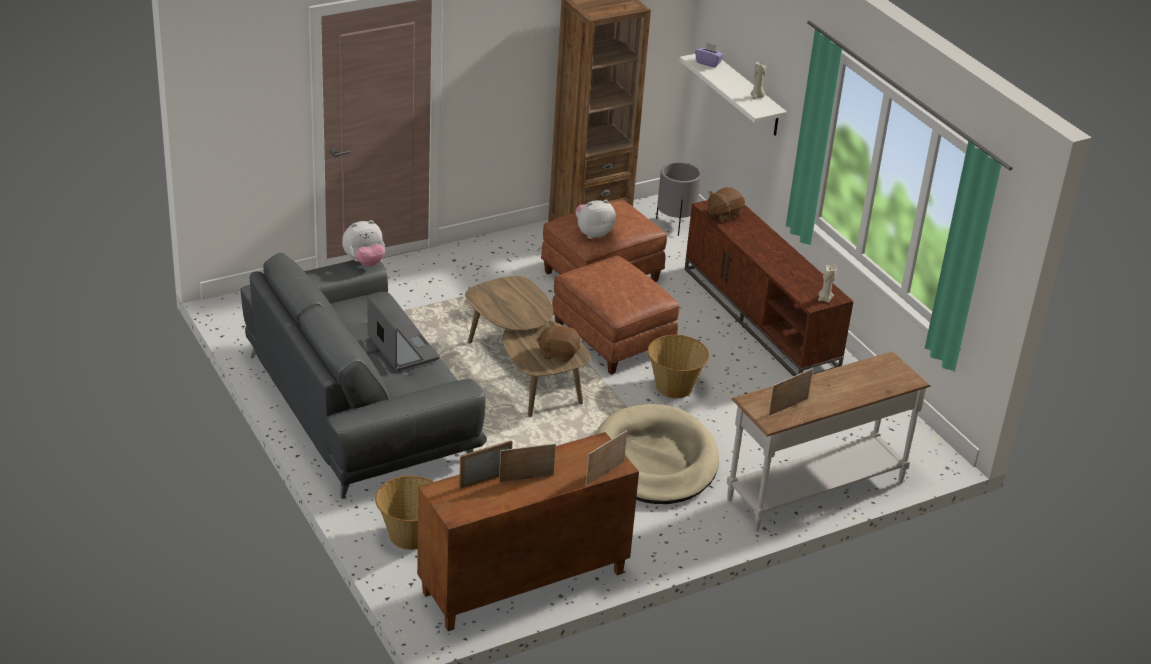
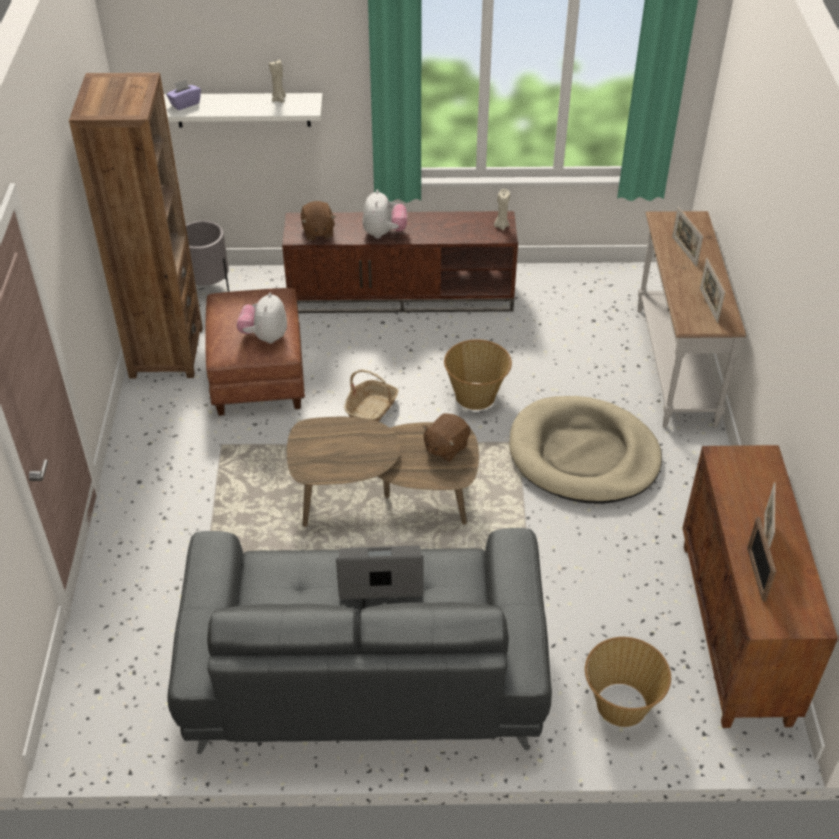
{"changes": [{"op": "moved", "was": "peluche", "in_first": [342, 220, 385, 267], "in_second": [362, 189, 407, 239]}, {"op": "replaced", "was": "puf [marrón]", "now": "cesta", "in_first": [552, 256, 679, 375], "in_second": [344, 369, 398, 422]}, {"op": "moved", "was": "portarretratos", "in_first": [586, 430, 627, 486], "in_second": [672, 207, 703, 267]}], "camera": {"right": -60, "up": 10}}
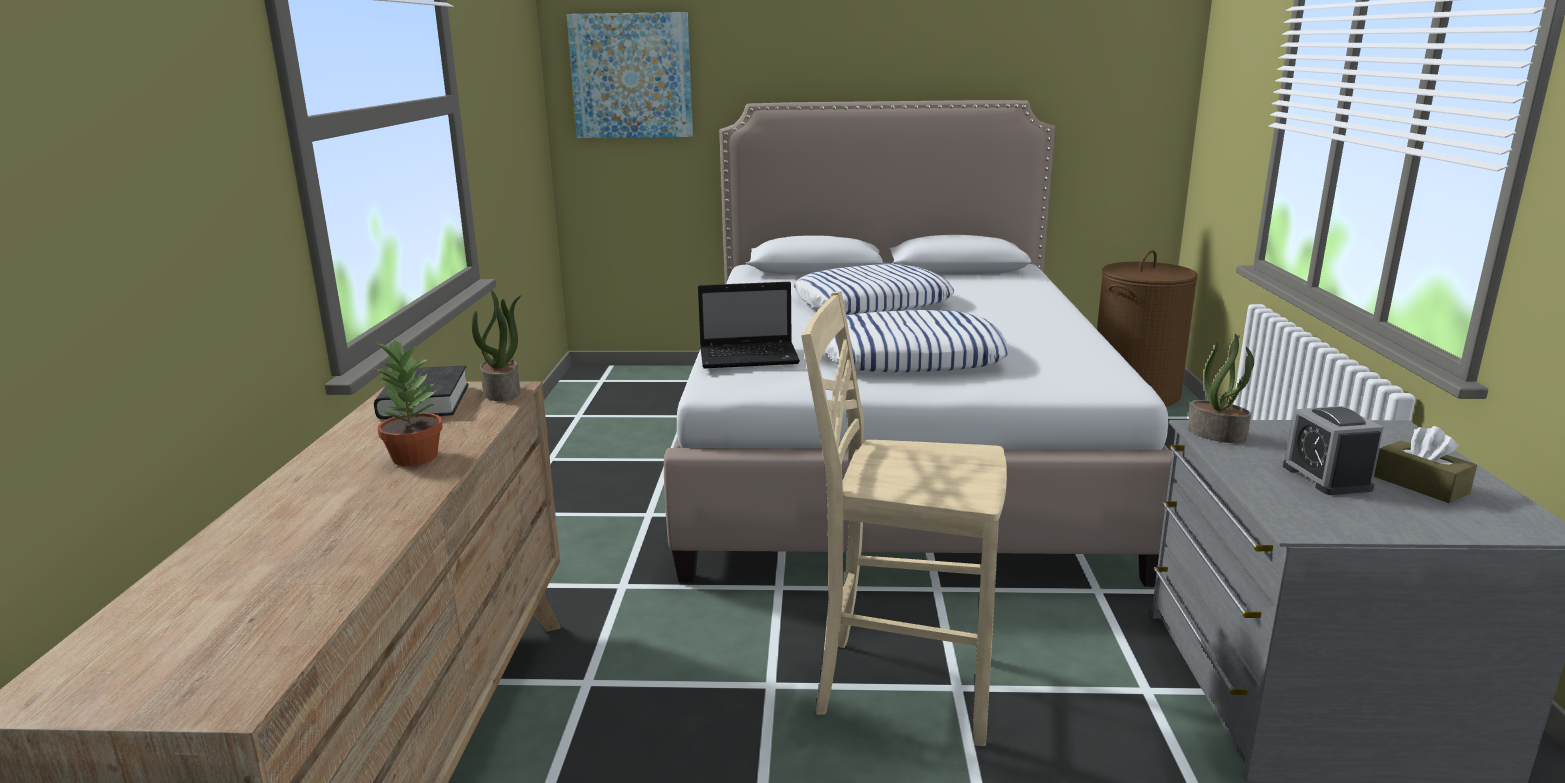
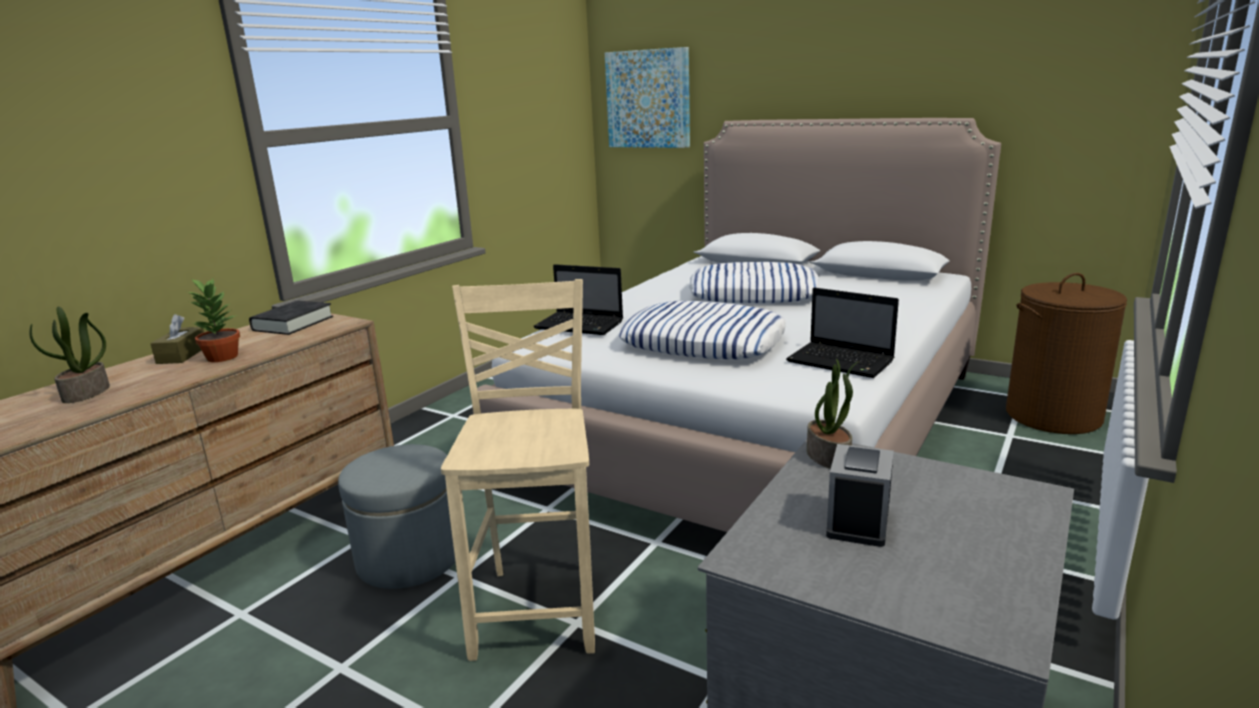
{"changes": [{"op": "moved", "was": "planta en maceta", "in_first": [472, 290, 521, 402], "in_second": [30, 306, 110, 403]}, {"op": "turned", "was": "silla [beis]", "in_first": [801, 291, 1007, 746], "in_second": [441, 279, 595, 661], "clockwise": 45}, {"op": "moved", "was": "caja de pañuelos [marrón]", "in_first": [1374, 426, 1477, 503], "in_second": [150, 314, 204, 364]}, {"op": "added", "now": "portátil", "in_second": [786, 288, 899, 378]}, {"op": "added", "now": "puf [gris]", "in_second": [338, 444, 455, 589]}], "camera": {"right": 30, "up": 0}}
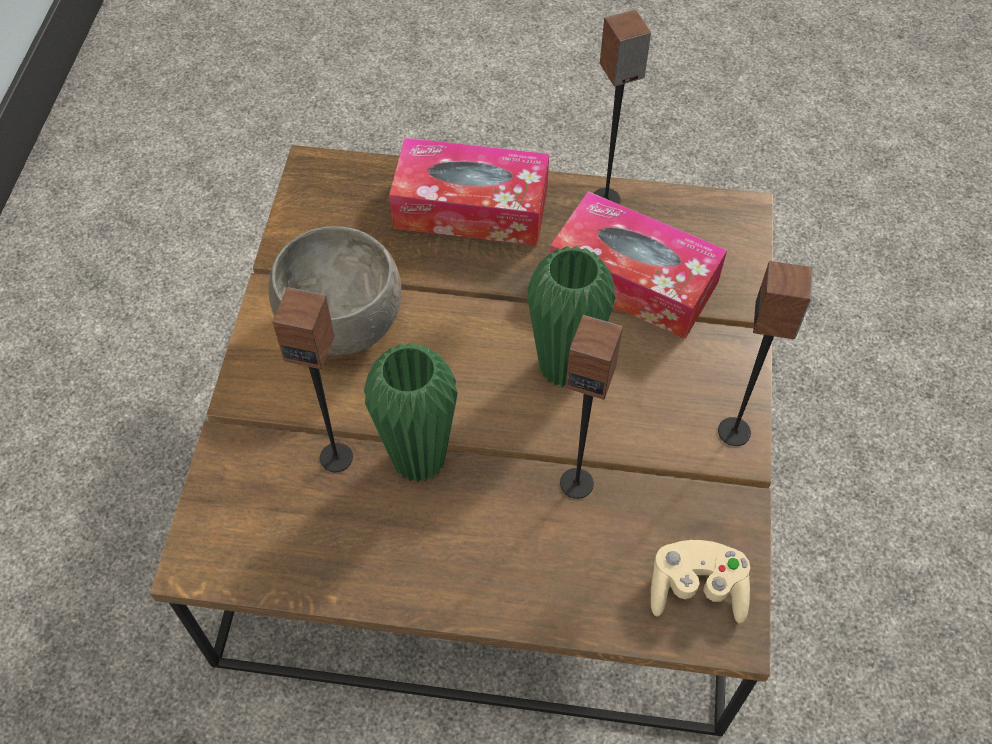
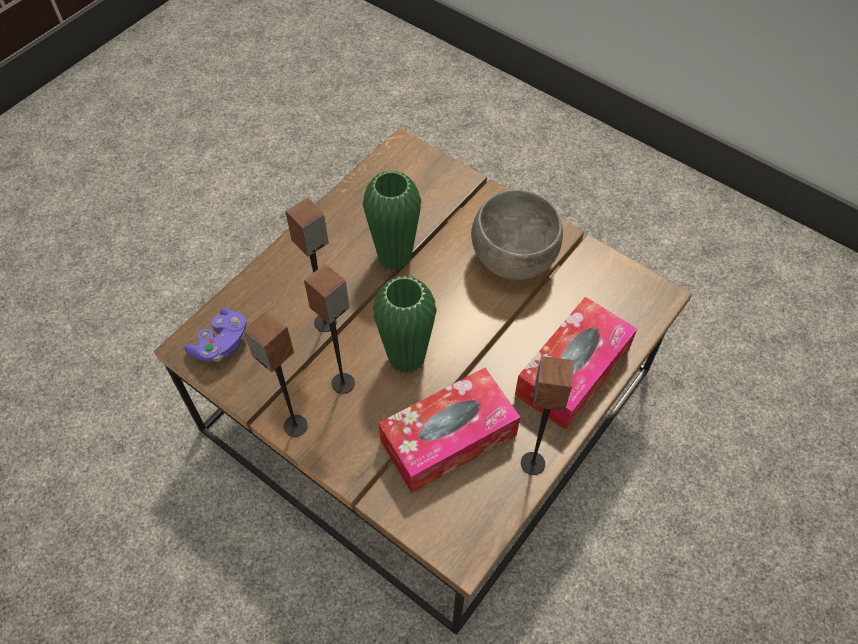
{"changes": [{"op": "moved", "was": "altavoz", "in_first": [273, 287, 353, 472], "in_second": [304, 264, 355, 394]}, {"op": "recoloured", "was": "mando de consola [beis]", "now": "mando de consola [morado]", "in_first": [651, 540, 750, 624], "in_second": [184, 308, 247, 362]}], "camera": {"right": 120, "up": 0}}
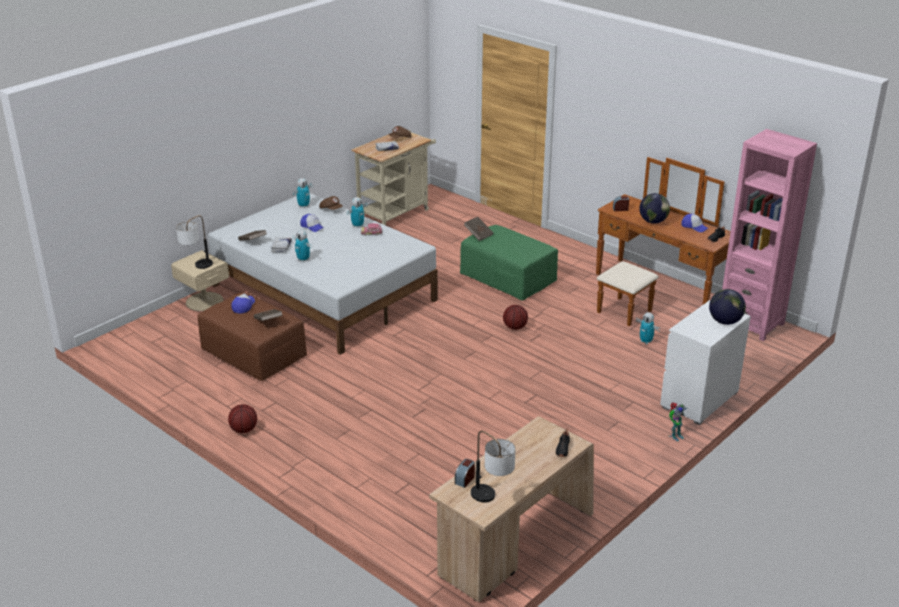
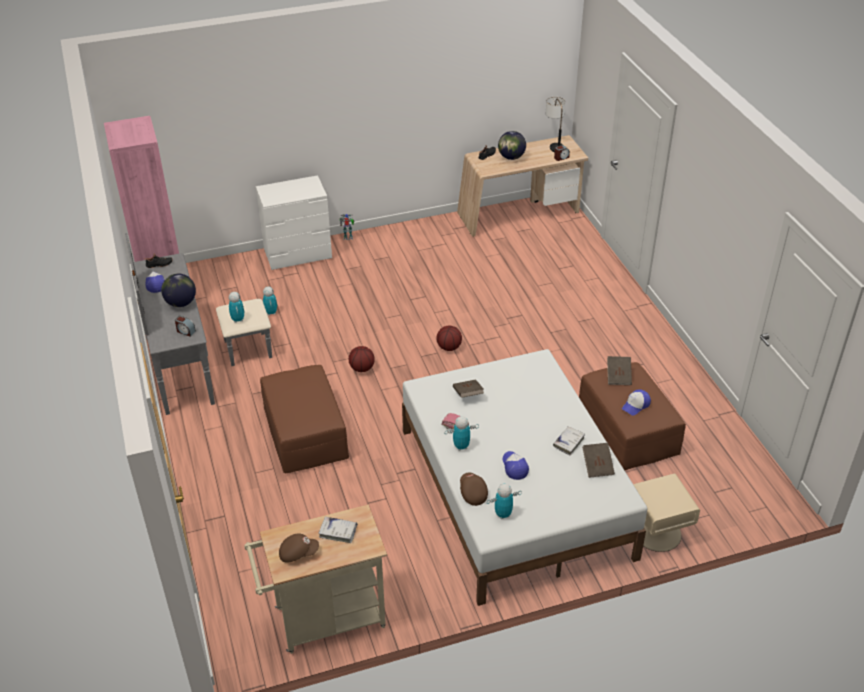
{"changes": [{"op": "recoloured", "was": "cómoda [marrón]", "now": "cómoda [gris]", "in_first": [596, 157, 731, 326], "in_second": [125, 233, 272, 415]}, {"op": "removed", "was": "lámpara de mesa", "in_first": [176, 215, 213, 269]}, {"op": "moved", "was": "libro [marrón]", "in_first": [464, 217, 494, 241], "in_second": [453, 379, 484, 398]}, {"op": "recoloured", "was": "puf [verde]", "now": "puf [marrón]", "in_first": [460, 225, 558, 301], "in_second": [260, 365, 349, 473]}, {"op": "moved", "was": "robot de juguete", "in_first": [293, 230, 312, 262], "in_second": [229, 292, 245, 323]}, {"op": "moved", "was": "globo terráqueo", "in_first": [709, 289, 746, 325], "in_second": [498, 131, 526, 160]}, {"op": "moved", "was": "balón de baloncesto", "in_first": [228, 404, 257, 433], "in_second": [436, 325, 462, 351]}], "camera": {"right": -150, "up": 10}}
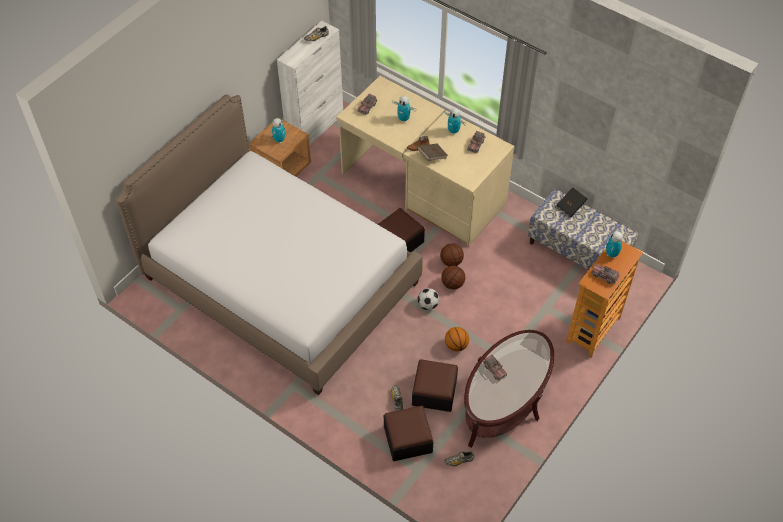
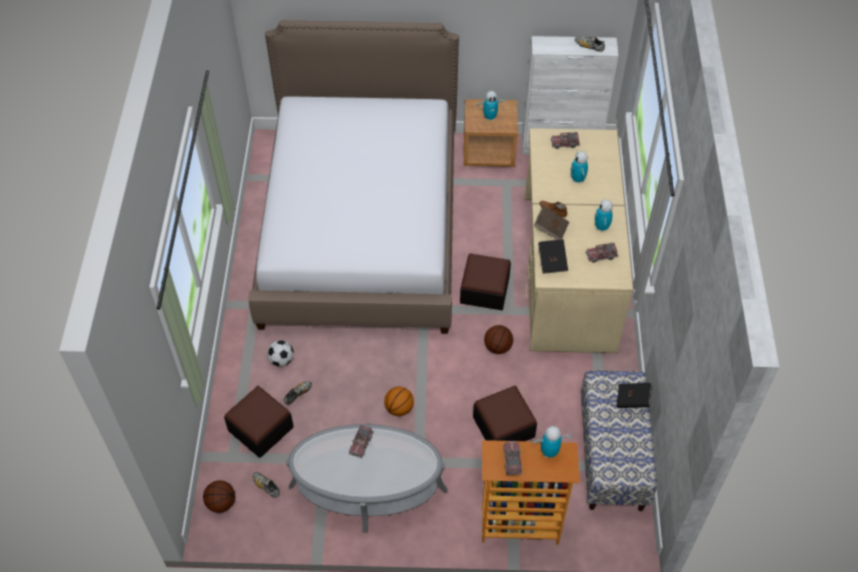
{"changes": [{"op": "moved", "was": "balón de baloncesto", "in_first": [441, 266, 465, 289], "in_second": [203, 480, 235, 513]}, {"op": "moved", "was": "balón de fútbol", "in_first": [418, 288, 439, 310], "in_second": [267, 340, 294, 367]}, {"op": "recoloured", "was": "mesa de centro [marrón]", "now": "mesa de centro [gris]", "in_first": [464, 330, 554, 448], "in_second": [286, 423, 447, 533]}, {"op": "moved", "was": "puf", "in_first": [412, 359, 458, 412], "in_second": [473, 386, 537, 441]}, {"op": "added", "now": "libro [negro]", "in_second": [538, 239, 568, 274]}], "camera": {"right": 55, "up": 0}}
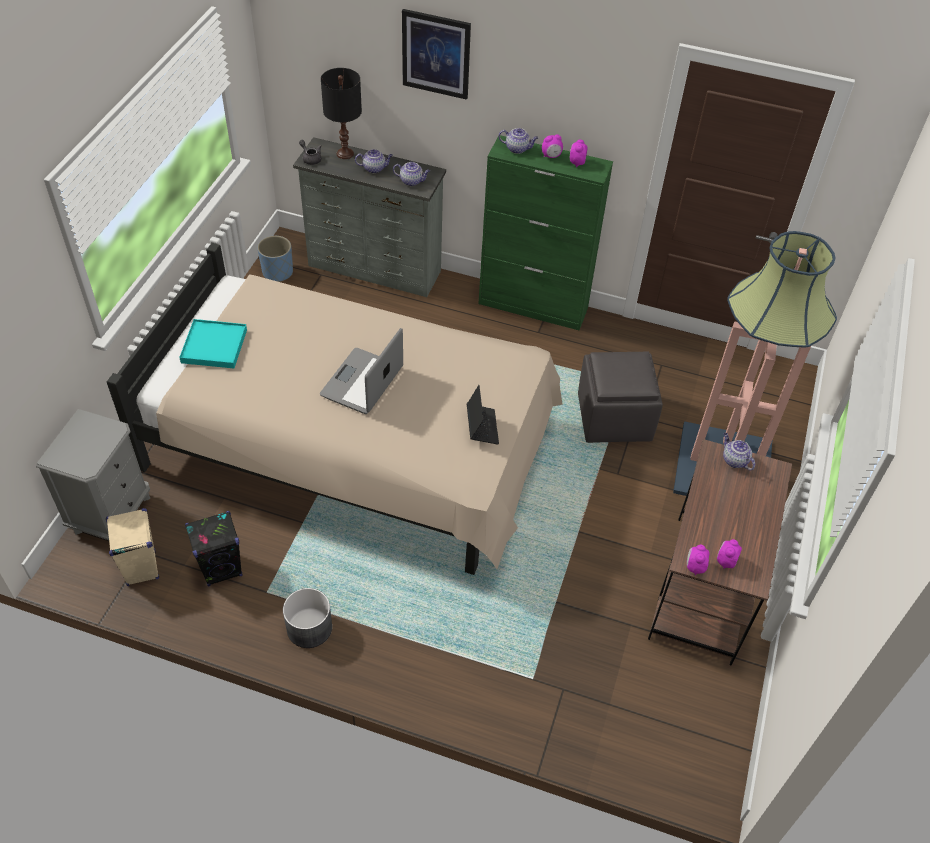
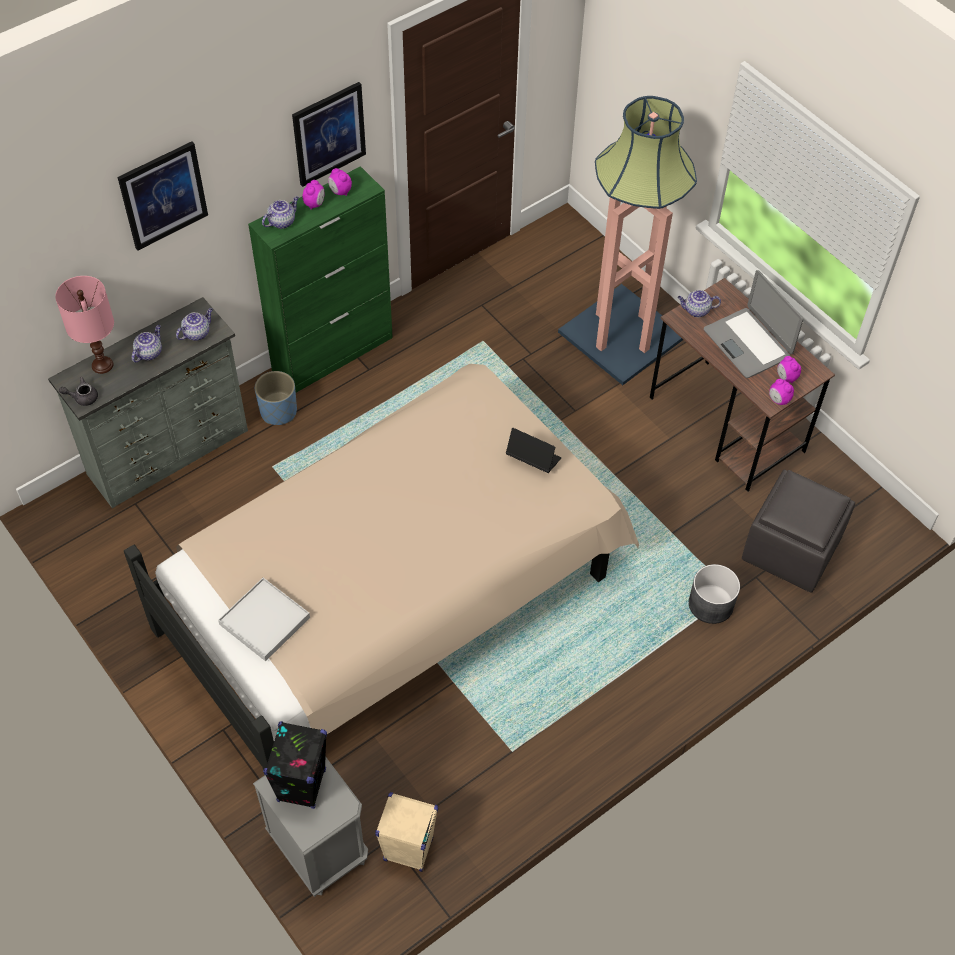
{"changes": [{"op": "recoloured", "was": "lámpara de mesa [negro]", "now": "lámpara de mesa [rosa]", "in_first": [321, 68, 362, 159], "in_second": [55, 276, 114, 374]}, {"op": "moved", "was": "maceta [azul]", "in_first": [257, 236, 293, 282], "in_second": [255, 371, 297, 425]}, {"op": "recoloured", "was": "bandeja [turquesa]", "now": "bandeja [blanco]", "in_first": [179, 319, 247, 369], "in_second": [218, 578, 310, 661]}, {"op": "moved", "was": "portátil", "in_first": [320, 328, 403, 414], "in_second": [704, 270, 803, 378]}, {"op": "moved", "was": "puf [gris]", "in_first": [578, 352, 663, 443], "in_second": [742, 470, 855, 592]}, {"op": "moved", "was": "altavoz [negro]", "in_first": [185, 511, 242, 586], "in_second": [263, 721, 327, 809]}, {"op": "moved", "was": "maceta [gris]", "in_first": [283, 588, 332, 648], "in_second": [689, 564, 740, 624]}, {"op": "added", "now": "cuadro", "in_second": [292, 82, 366, 187]}], "camera": {"right": -55, "up": 5}}
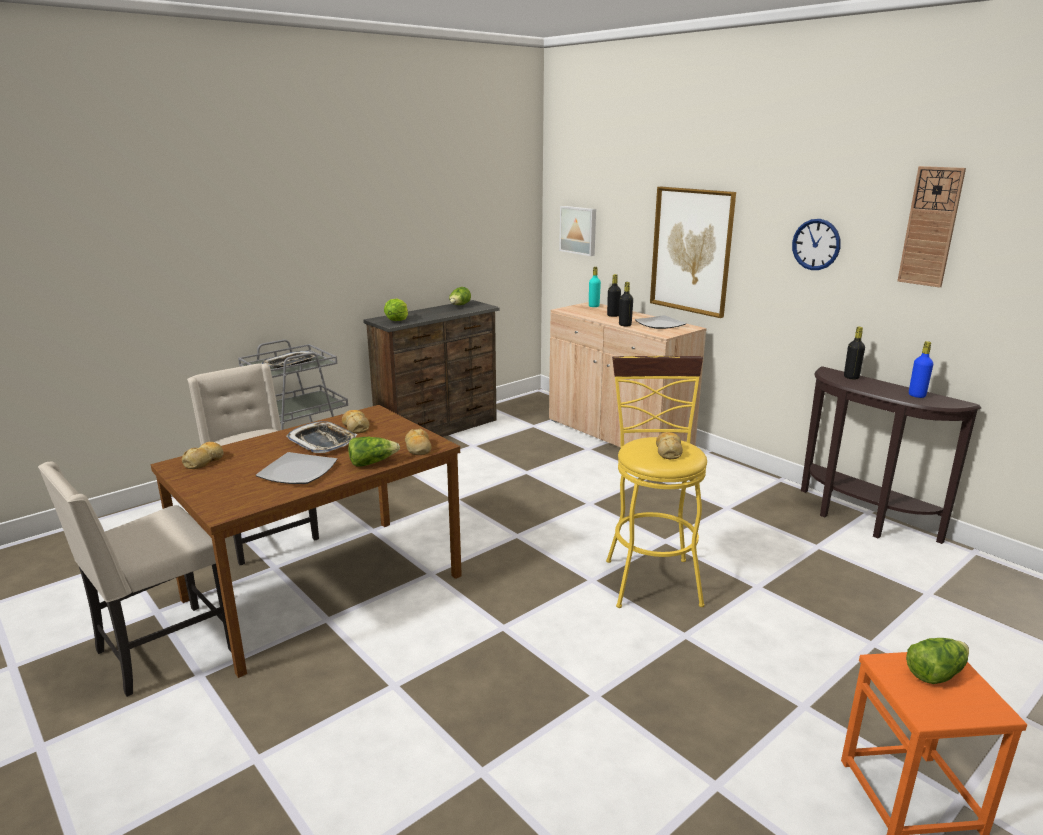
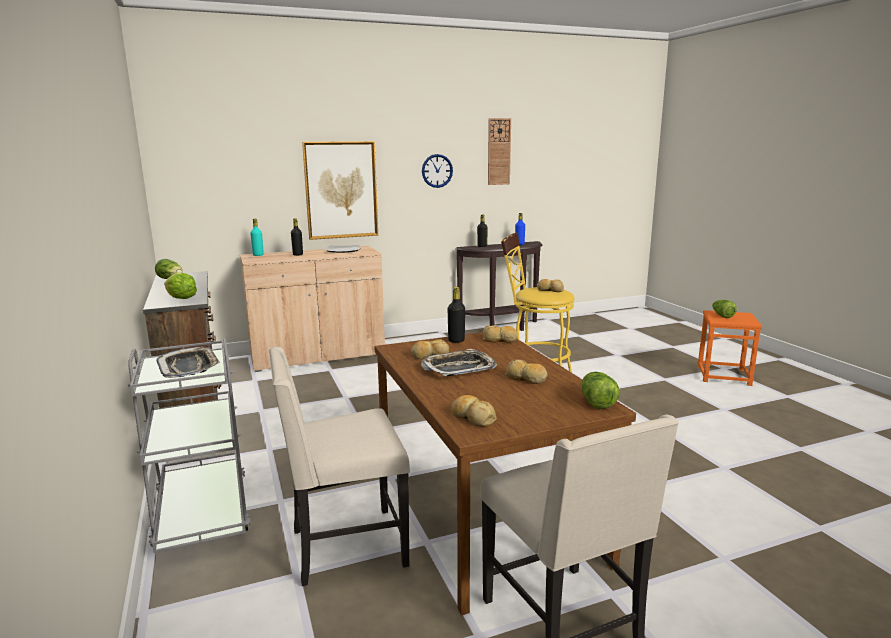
{"changes": [{"op": "removed", "was": "cuadro", "in_first": [559, 206, 596, 256]}, {"op": "moved", "was": "botella [negro]", "in_first": [619, 282, 633, 326], "in_second": [448, 287, 465, 343]}, {"op": "moved", "was": "lechuga", "in_first": [348, 437, 400, 467], "in_second": [582, 371, 619, 409]}, {"op": "replaced", "was": "plato", "now": "pan", "in_first": [256, 452, 337, 484], "in_second": [505, 359, 548, 384]}], "camera": {"right": -70, "up": -5}}
